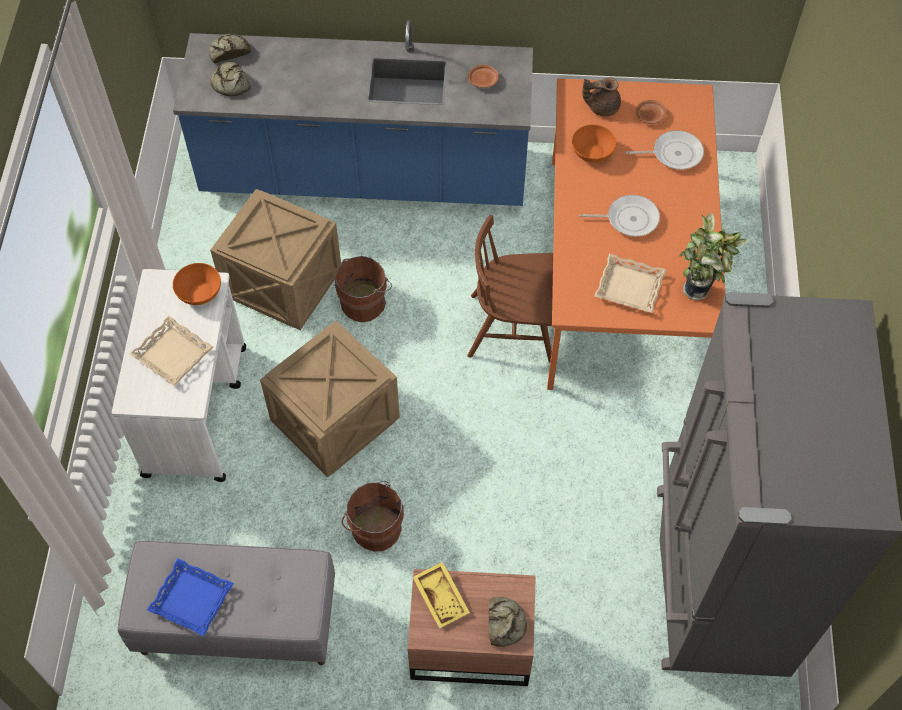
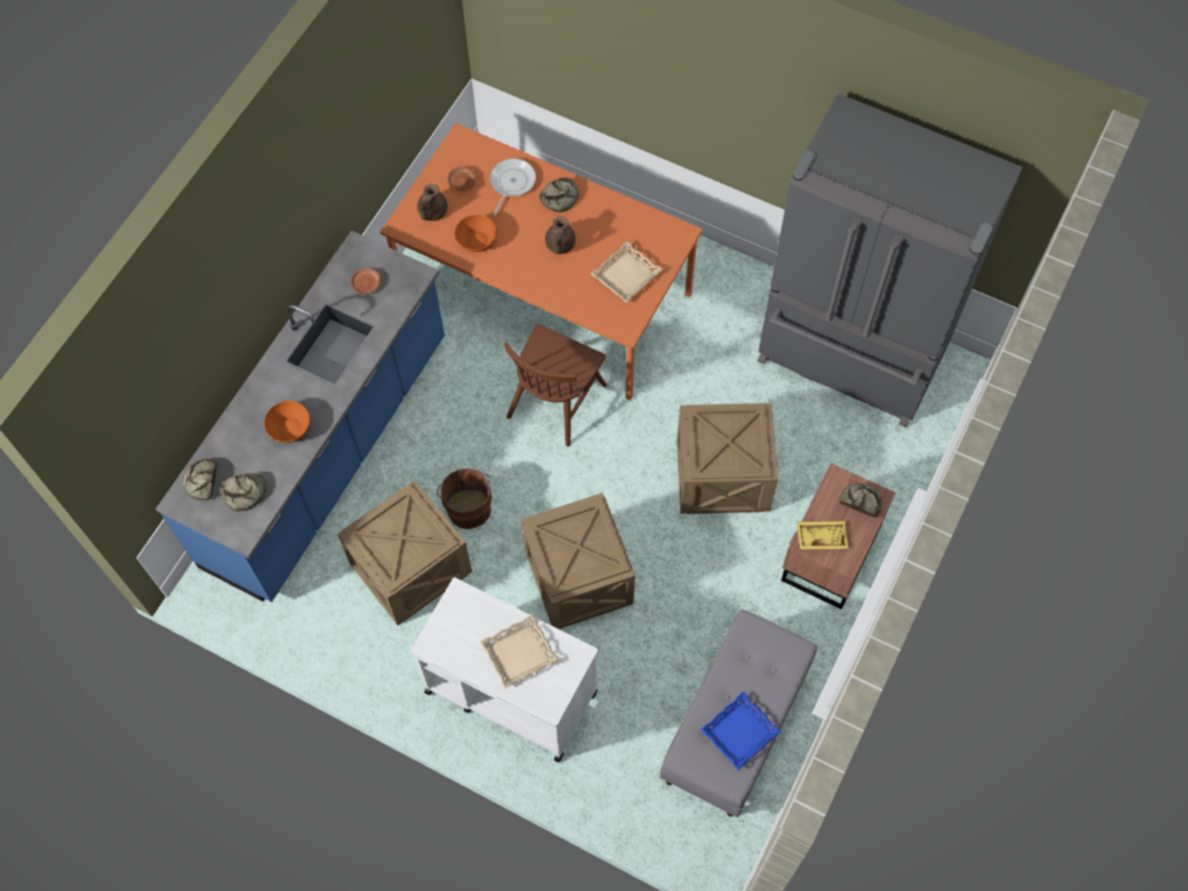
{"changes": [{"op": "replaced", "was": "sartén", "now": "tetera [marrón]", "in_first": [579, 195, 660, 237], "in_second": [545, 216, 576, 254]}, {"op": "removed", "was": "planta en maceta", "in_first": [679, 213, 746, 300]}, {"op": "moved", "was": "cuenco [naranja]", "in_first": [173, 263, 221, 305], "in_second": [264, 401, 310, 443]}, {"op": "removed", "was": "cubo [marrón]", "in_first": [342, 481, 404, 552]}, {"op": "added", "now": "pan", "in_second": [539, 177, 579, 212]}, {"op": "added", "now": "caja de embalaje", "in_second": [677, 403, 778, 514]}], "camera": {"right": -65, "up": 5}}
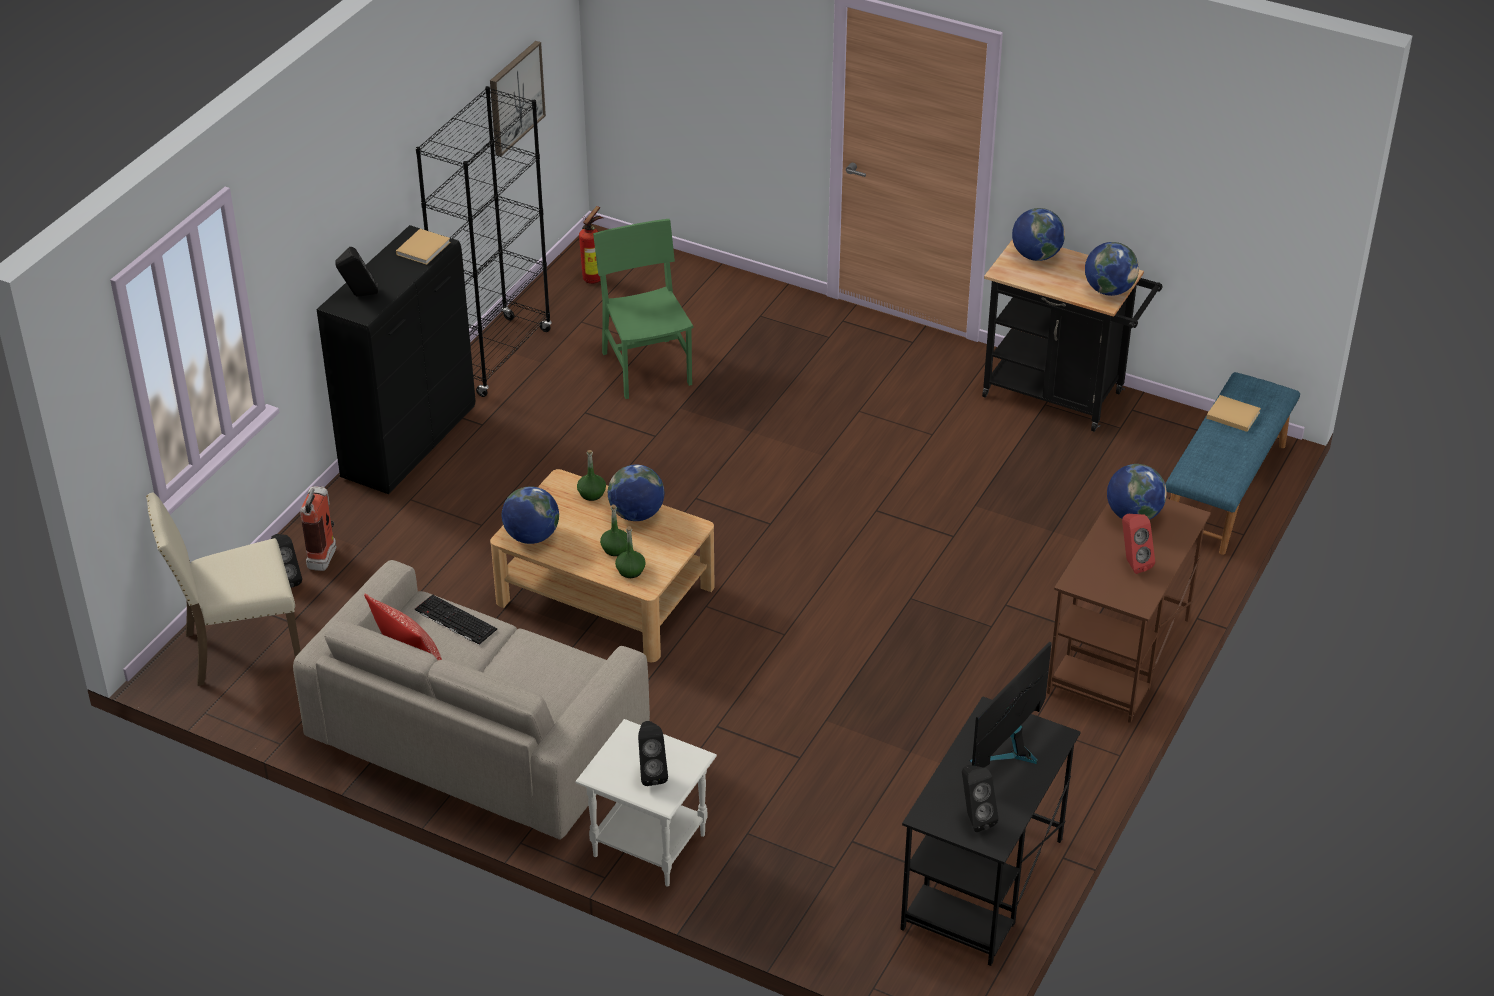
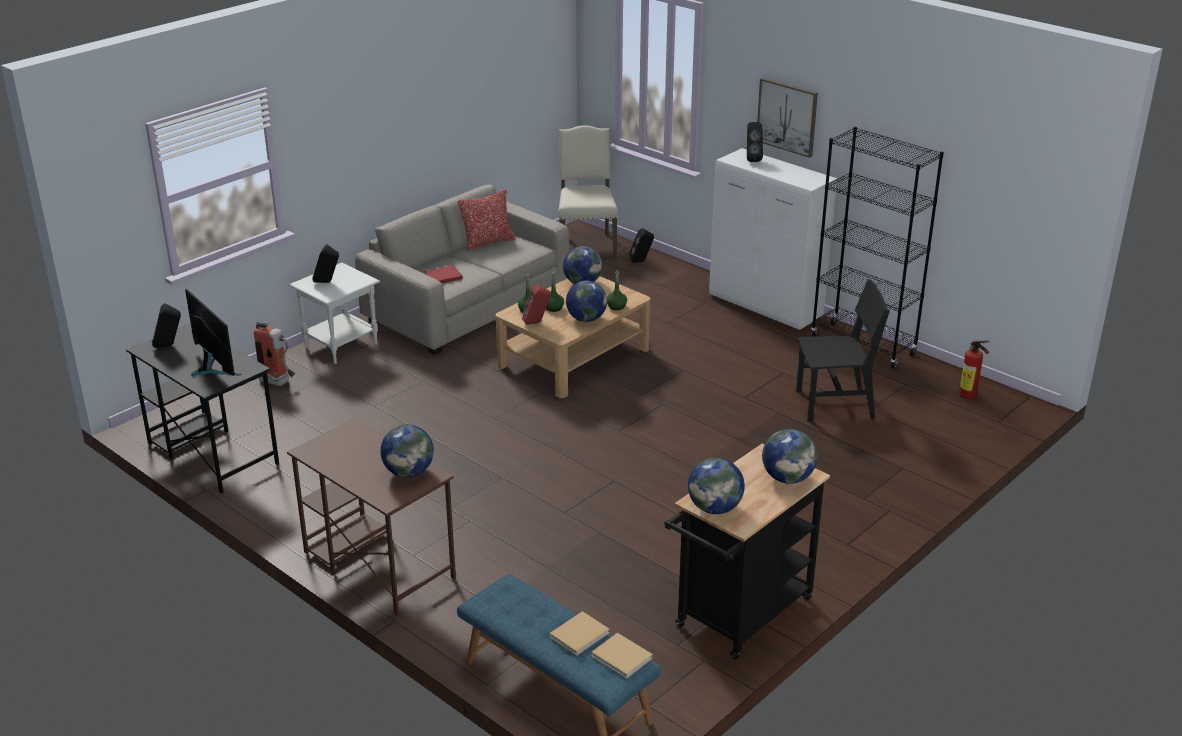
{"changes": [{"op": "moved", "was": "cuadro", "in_first": [490, 41, 546, 156], "in_second": [757, 78, 818, 158]}, {"op": "recoloured", "was": "silla [verde]", "now": "silla [negro]", "in_first": [593, 219, 694, 399], "in_second": [796, 279, 890, 422]}, {"op": "recoloured", "was": "armario [negro]", "now": "armario [blanco]", "in_first": [317, 225, 475, 494], "in_second": [709, 148, 837, 330]}, {"op": "moved", "was": "libro [beis]", "in_first": [396, 229, 451, 265], "in_second": [592, 633, 653, 679]}, {"op": "moved", "was": "extintor", "in_first": [300, 486, 336, 571], "in_second": [254, 321, 295, 386]}, {"op": "moved", "was": "altavoz [rojo]", "in_first": [1122, 514, 1155, 574], "in_second": [522, 284, 551, 325]}, {"op": "removed", "was": "teclado", "in_first": [415, 595, 497, 645]}, {"op": "added", "now": "libro [rojo]", "in_second": [424, 265, 463, 283]}], "camera": {"right": 105, "up": -10}}
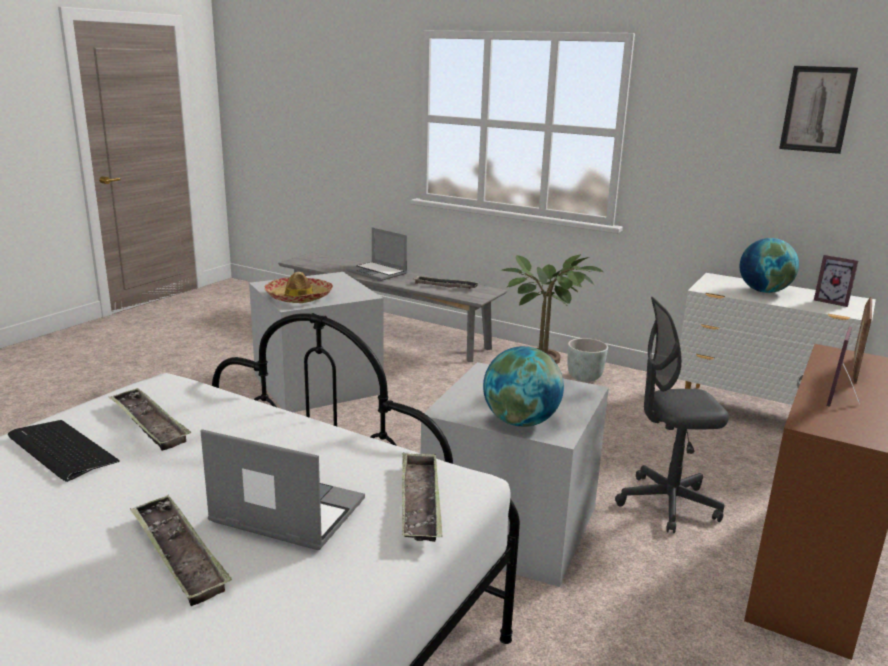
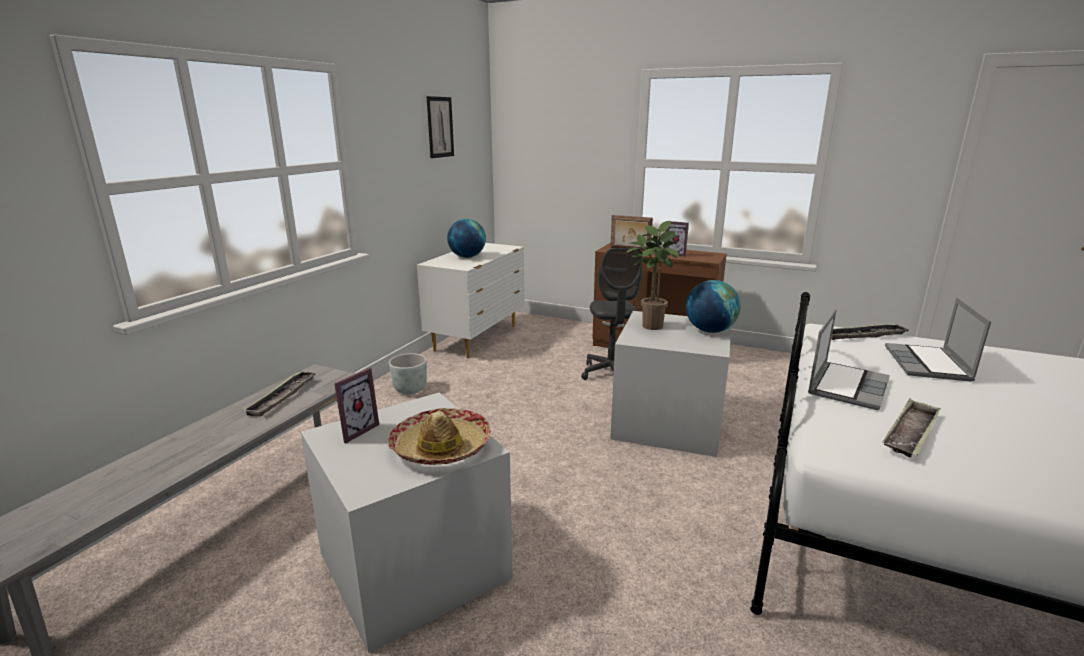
{"changes": [{"op": "moved", "was": "portátil", "in_first": [346, 227, 407, 281], "in_second": [808, 309, 890, 410]}, {"op": "moved", "was": "portarretratos", "in_first": [814, 255, 859, 307], "in_second": [334, 368, 379, 443]}, {"op": "removed", "was": "teclado", "in_first": [8, 420, 120, 482]}, {"op": "removed", "was": "bandeja", "in_first": [130, 495, 232, 606]}], "camera": {"right": -95, "up": 0}}
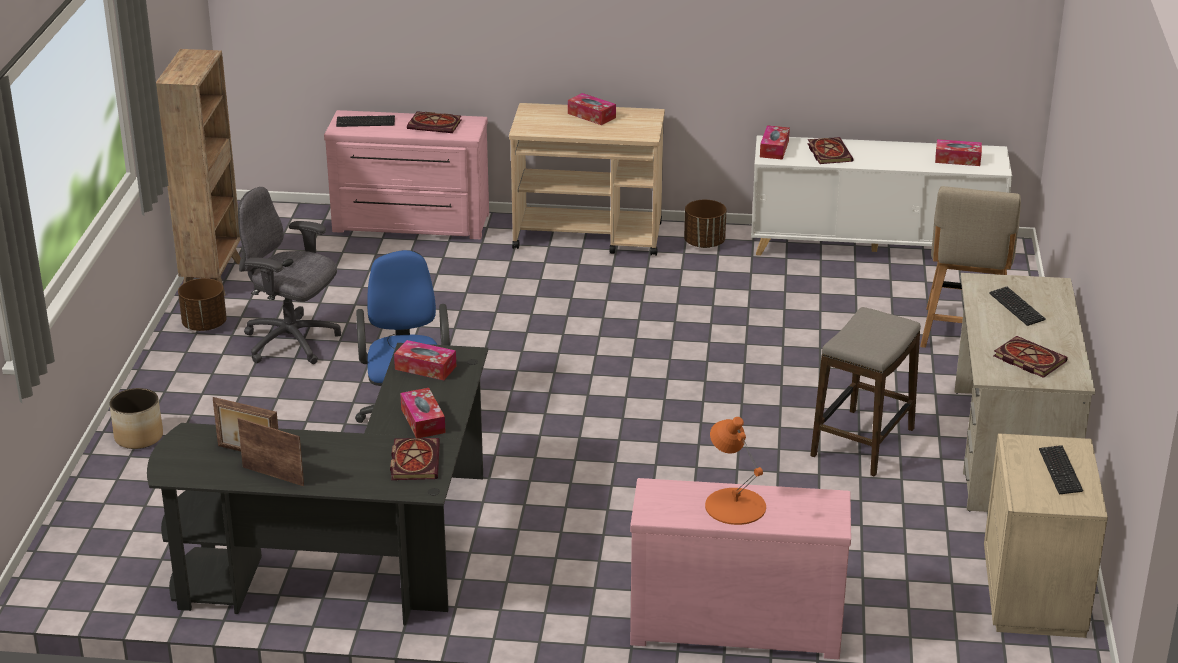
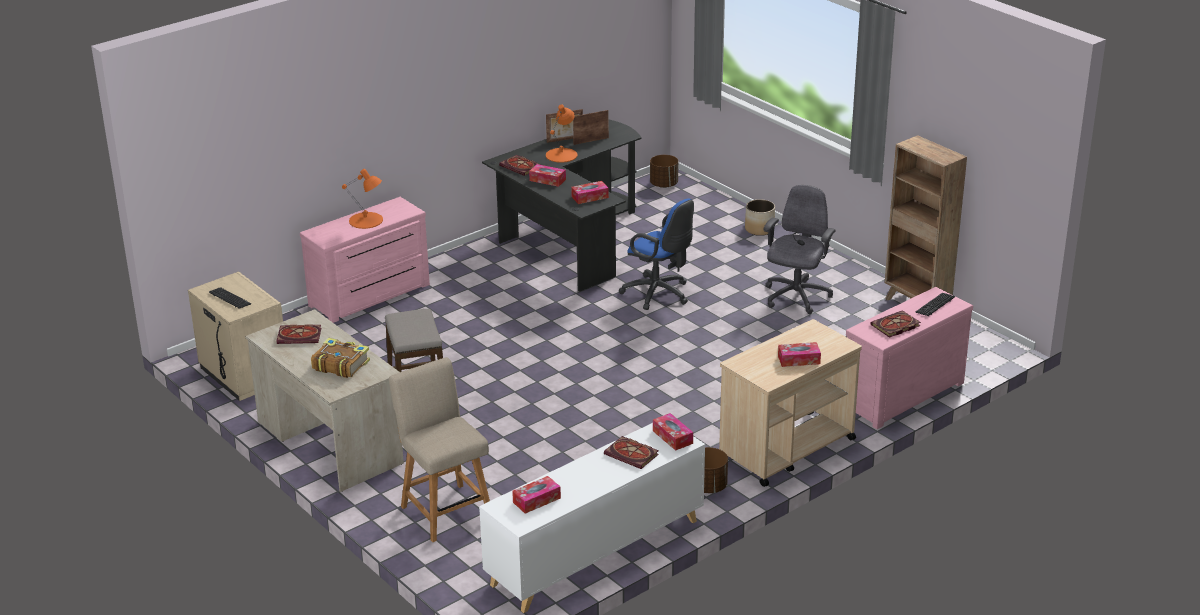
{"changes": [{"op": "turned", "was": "silla de oficina [gris]", "in_first": [238, 187, 341, 364], "in_second": [764, 185, 835, 314], "clockwise": -45}, {"op": "moved", "was": "maceta [marrón]", "in_first": [178, 278, 227, 331], "in_second": [650, 155, 678, 188]}, {"op": "replaced", "was": "teclado", "now": "libro", "in_first": [989, 287, 1046, 326], "in_second": [311, 338, 370, 378]}, {"op": "added", "now": "lámpara de mesa [naranja]", "in_second": [546, 104, 578, 163]}], "camera": {"right": 135, "up": 0}}
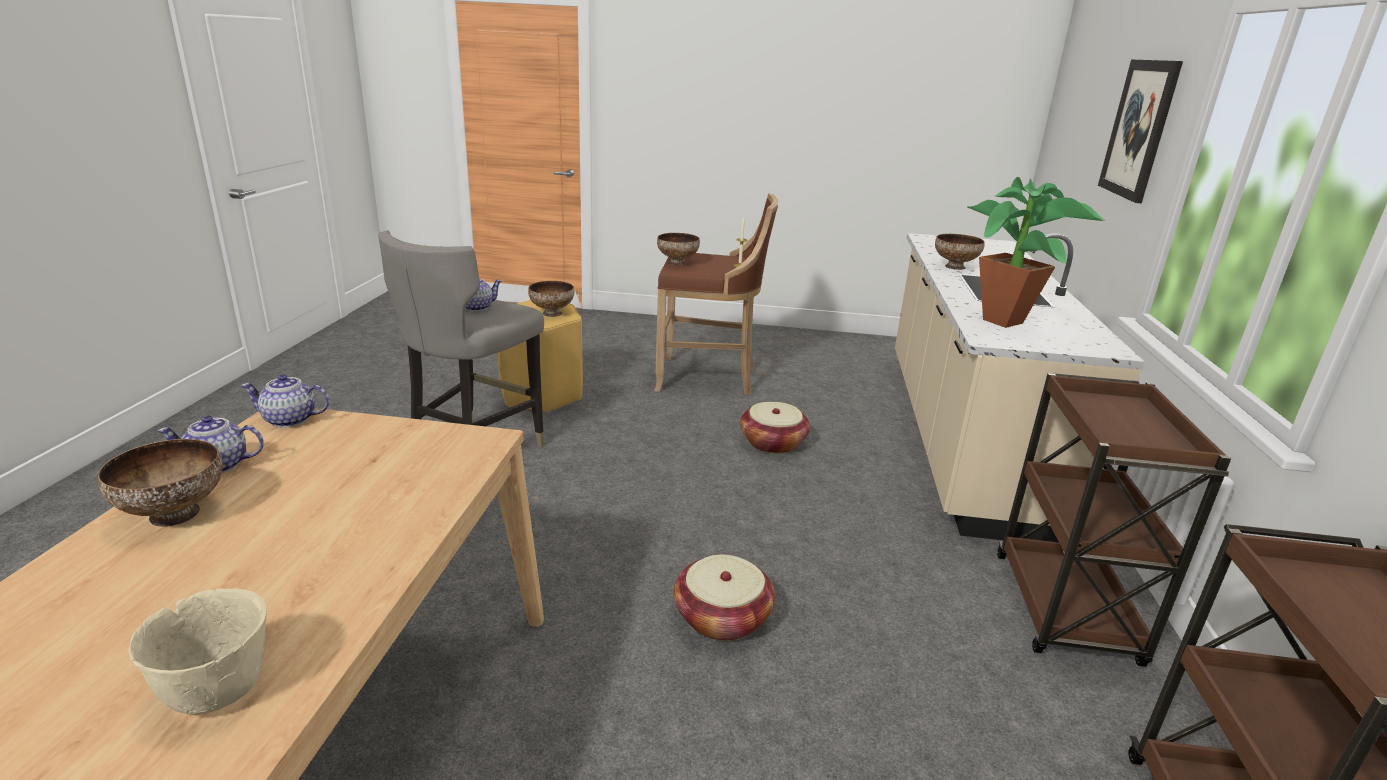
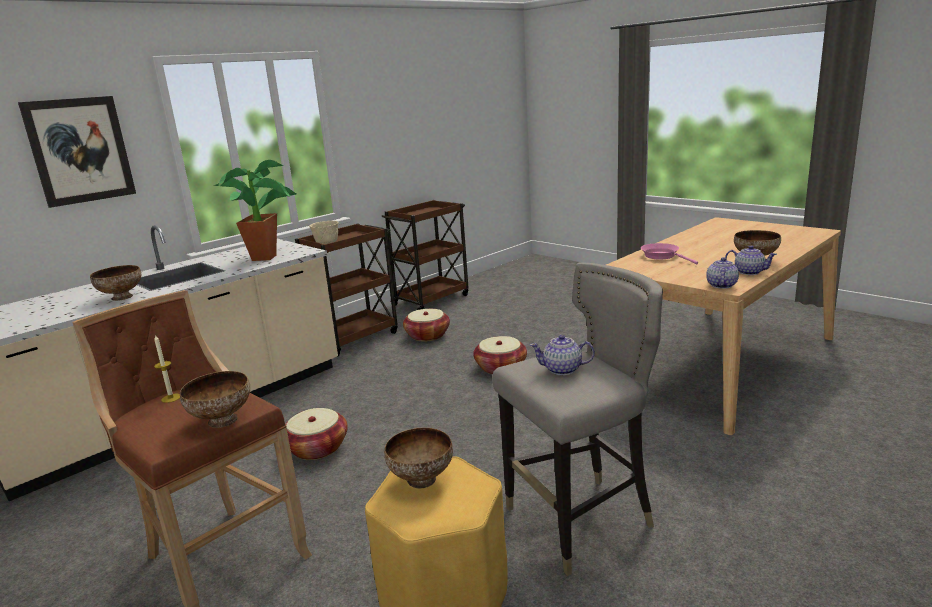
{"changes": [{"op": "turned", "was": "tetera", "in_first": [241, 374, 329, 428], "in_second": [706, 257, 739, 289], "clockwise": -105}, {"op": "moved", "was": "cuenco [beis]", "in_first": [128, 588, 267, 715], "in_second": [309, 221, 339, 244]}, {"op": "added", "now": "sartén [rosa]", "in_second": [641, 243, 698, 264]}, {"op": "added", "now": "cesta", "in_second": [403, 309, 450, 342]}], "camera": {"right": -140, "up": -5}}
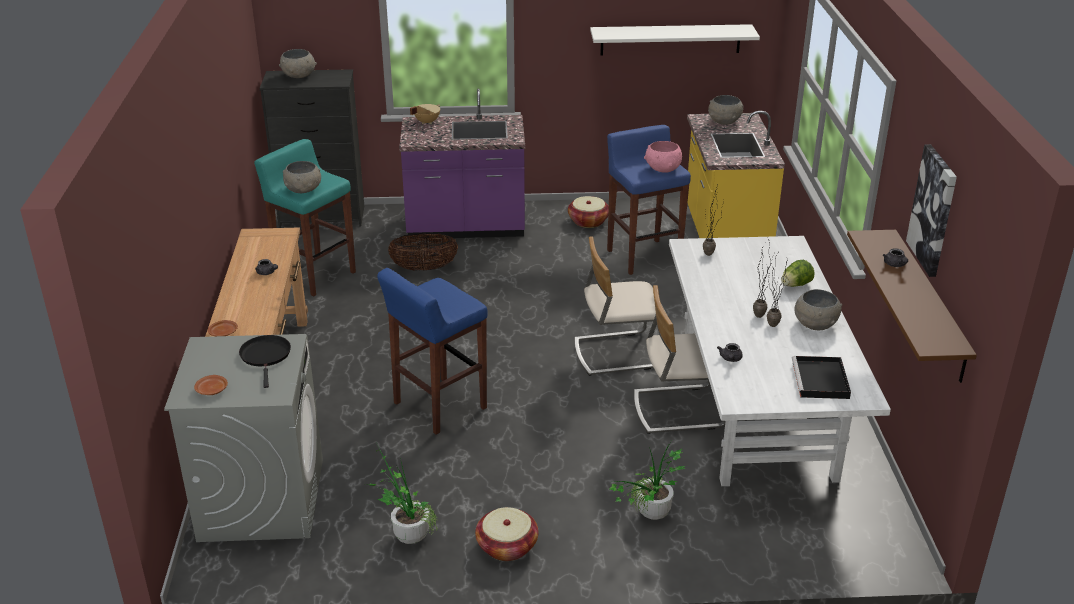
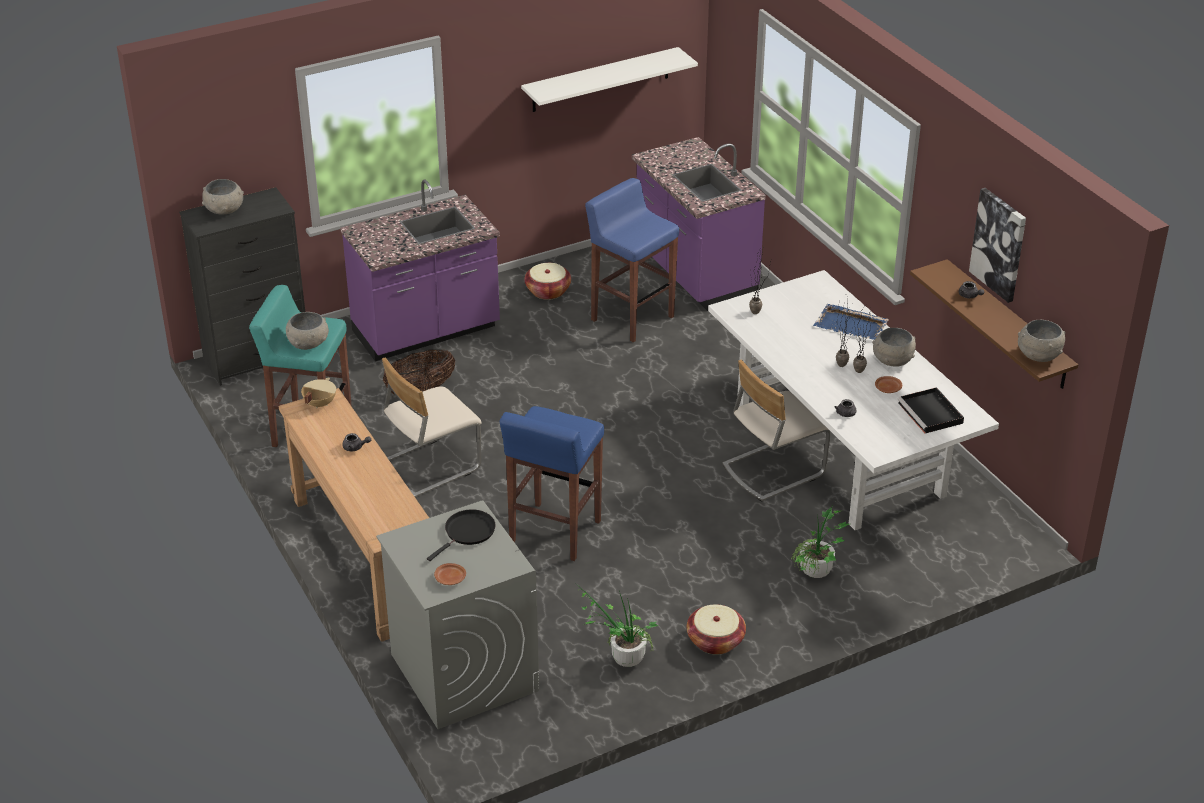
{"changes": [{"op": "moved", "was": "cuenco [gris]", "in_first": [708, 95, 743, 125], "in_second": [1018, 320, 1066, 362]}, {"op": "moved", "was": "olla [beis]", "in_first": [410, 104, 440, 124], "in_second": [301, 377, 336, 408]}, {"op": "recoloured", "was": "mueble bajo de cocina [amarillo]", "now": "mueble bajo de cocina [morado]", "in_first": [687, 111, 785, 238], "in_second": [632, 137, 766, 311]}, {"op": "removed", "was": "cuenco [rosa]", "in_first": [644, 141, 682, 173]}, {"op": "moved", "was": "silla [beis]", "in_first": [575, 236, 668, 376], "in_second": [382, 358, 482, 498]}, {"op": "replaced", "was": "lechuga", "now": "bandeja [azul]", "in_first": [781, 260, 814, 287], "in_second": [813, 304, 889, 340]}, {"op": "moved", "was": "plato [marrón]", "in_first": [208, 320, 238, 336], "in_second": [875, 376, 902, 393]}, {"op": "turned", "was": "sartén [negro]", "in_first": [239, 335, 291, 388], "in_second": [427, 509, 496, 561], "clockwise": 75}], "camera": {"right": -25, "up": 5}}
